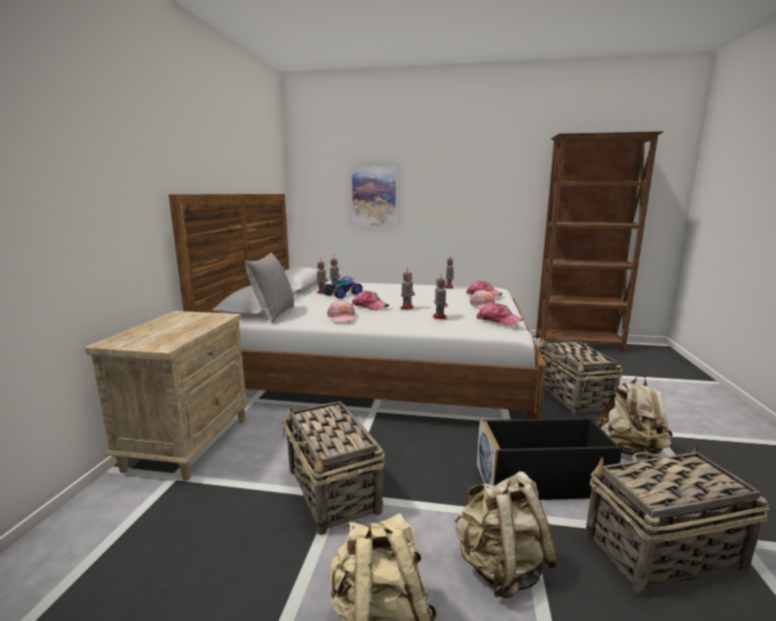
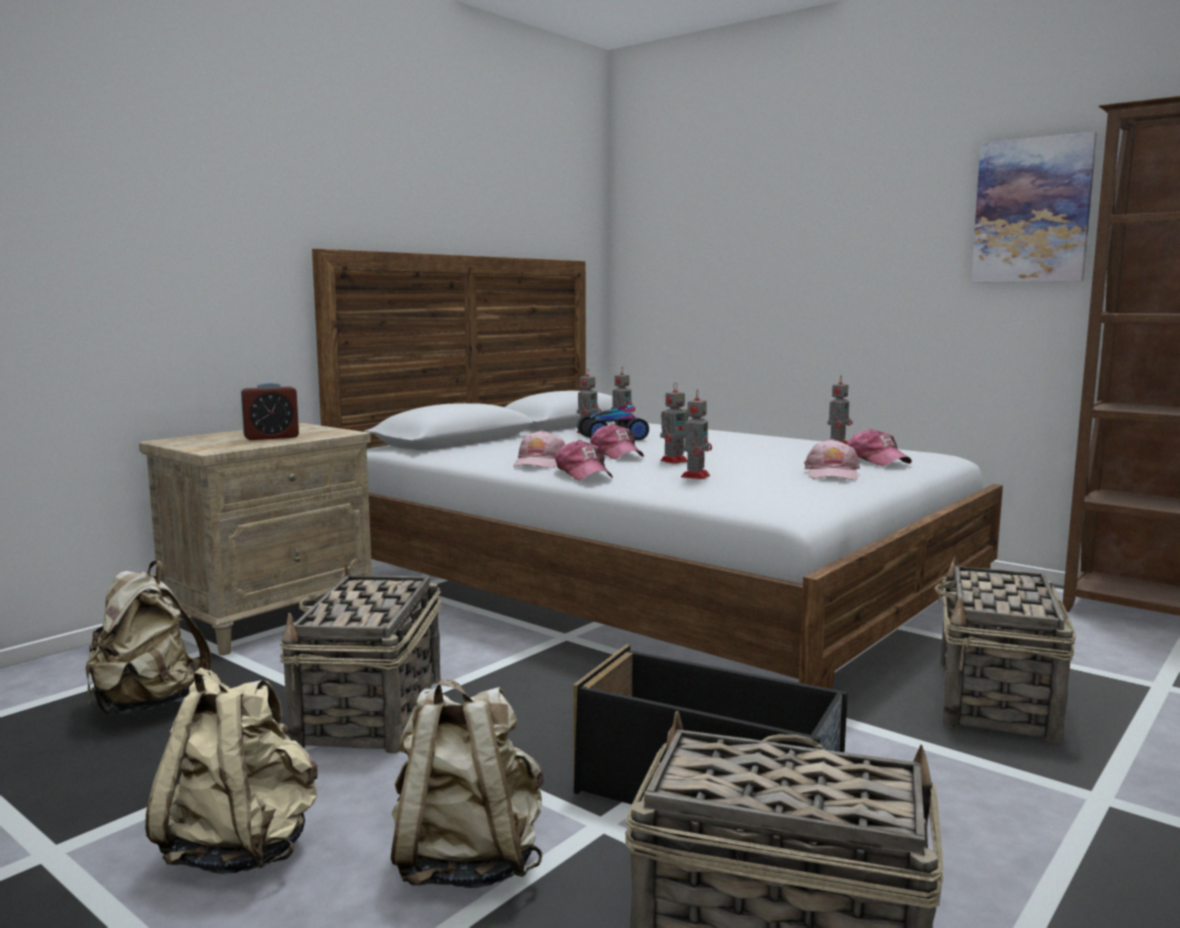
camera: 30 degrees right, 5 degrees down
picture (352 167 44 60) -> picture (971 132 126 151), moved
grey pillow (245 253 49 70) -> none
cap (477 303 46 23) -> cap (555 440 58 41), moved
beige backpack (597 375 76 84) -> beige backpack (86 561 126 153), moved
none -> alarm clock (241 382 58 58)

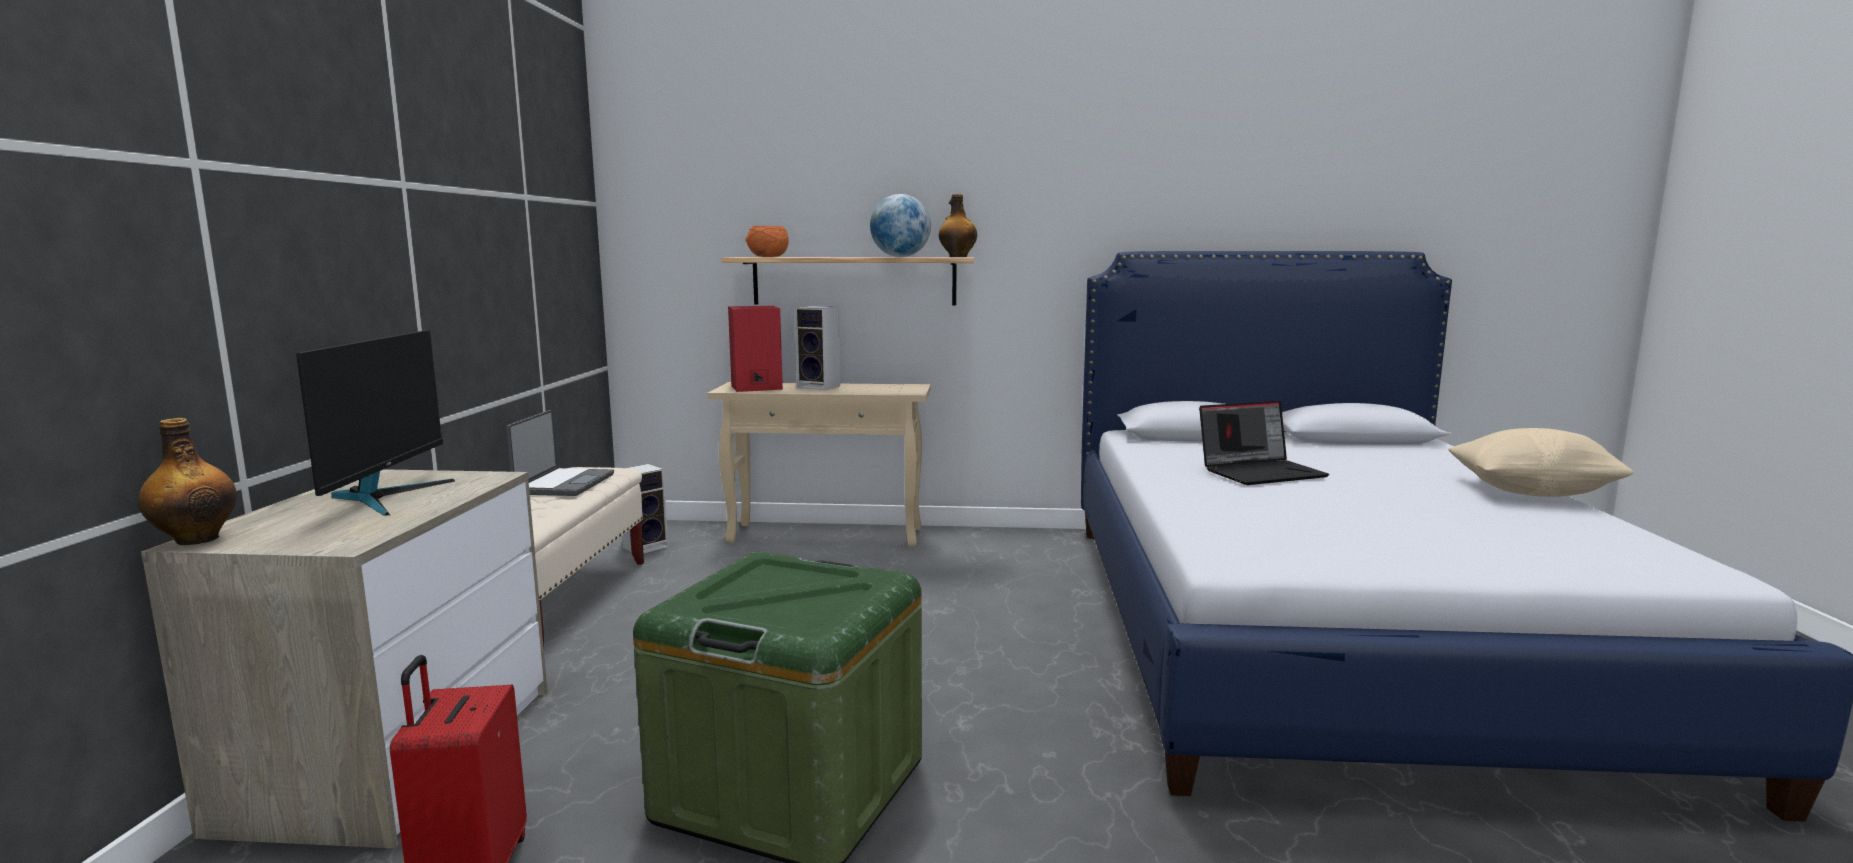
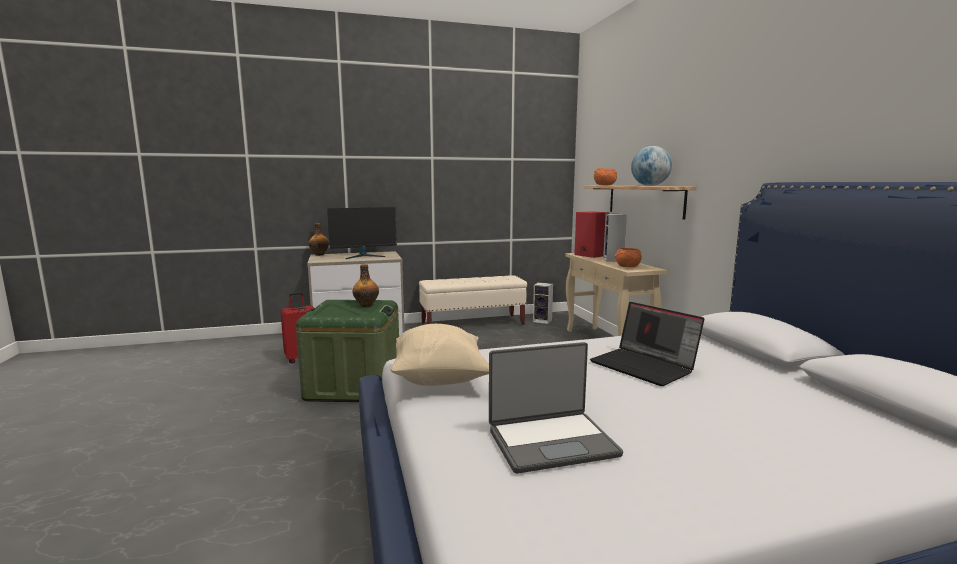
camera: 70 degrees right, 0 degrees up
bottle (939 194 38 63) -> bottle (352 264 27 43), moved
laptop (506 410 108 86) -> laptop (489 342 134 132), moved
beige pillow (1448 428 186 69) -> beige pillow (390 324 99 62), moved
none -> orange bowl (615 248 27 19)

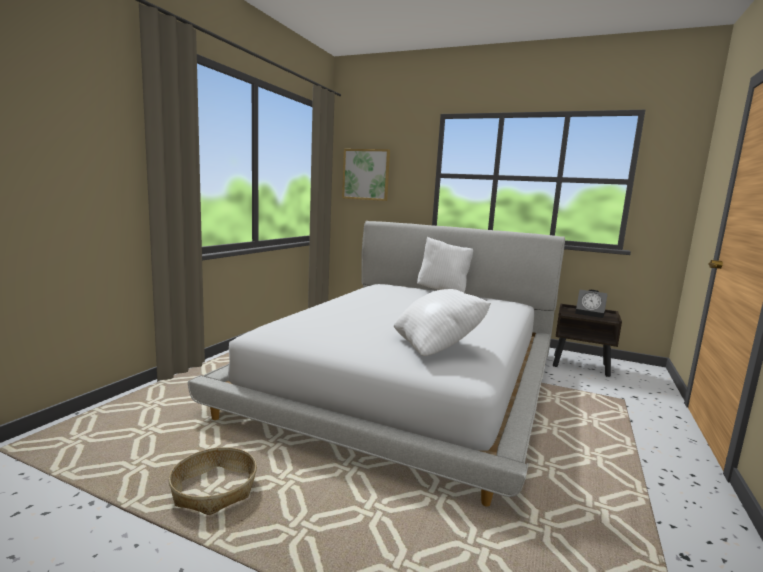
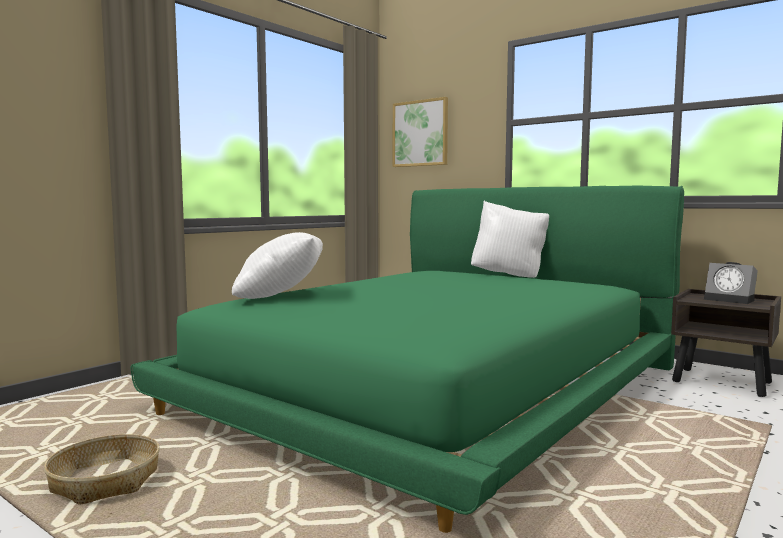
camera: 15 degrees right, 5 degrees down
white bed (188 221 377 286) -> green bed (130 185 554 348)
white pillow (394 289 97 67) -> white pillow (232 232 91 67), moved

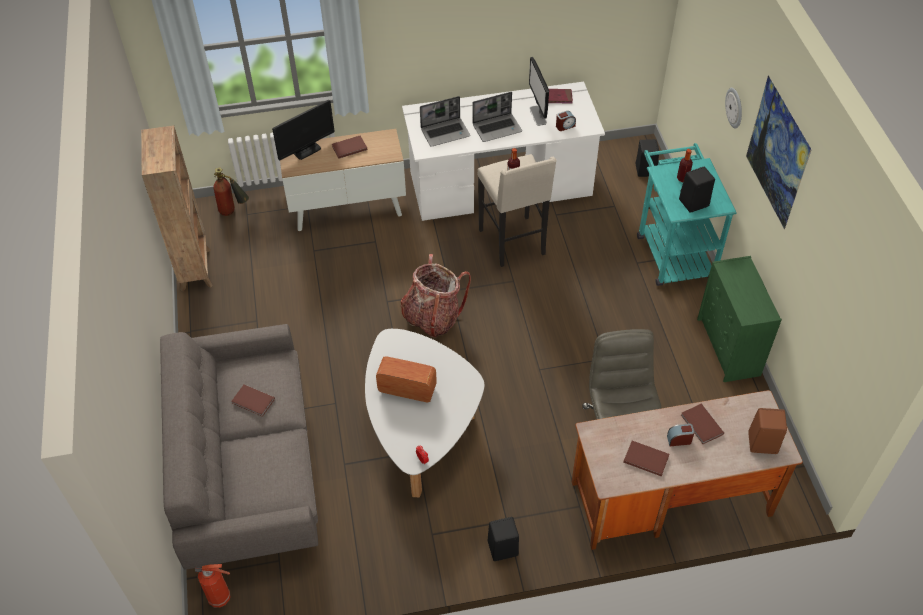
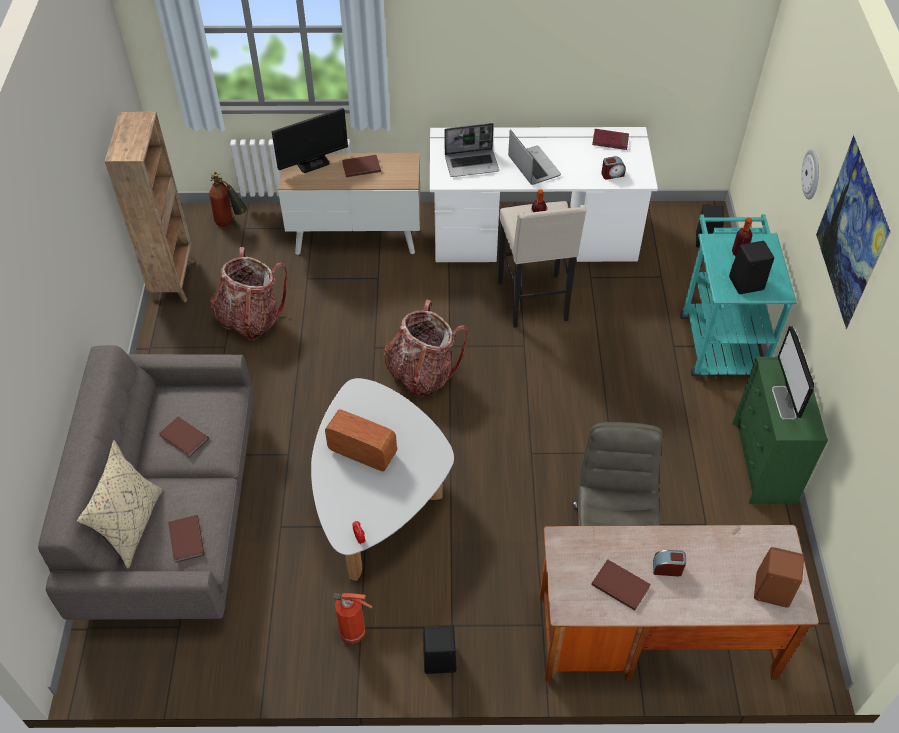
camera: 10 degrees right, 0 degrees up
monitor (529 57 20 69) -> monitor (772 326 42 94), moved
laptop (472 92 50 50) -> laptop (508 129 53 56), 105 degrees counterclockwise
brown book (681 404 43 40) -> brown book (168 515 36 48), moved
fire extinguisher (195 564 36 44) -> fire extinguisher (334 593 38 51), moved
none -> backpack (210 247 78 93)
none -> beige pillow (76 440 86 129)

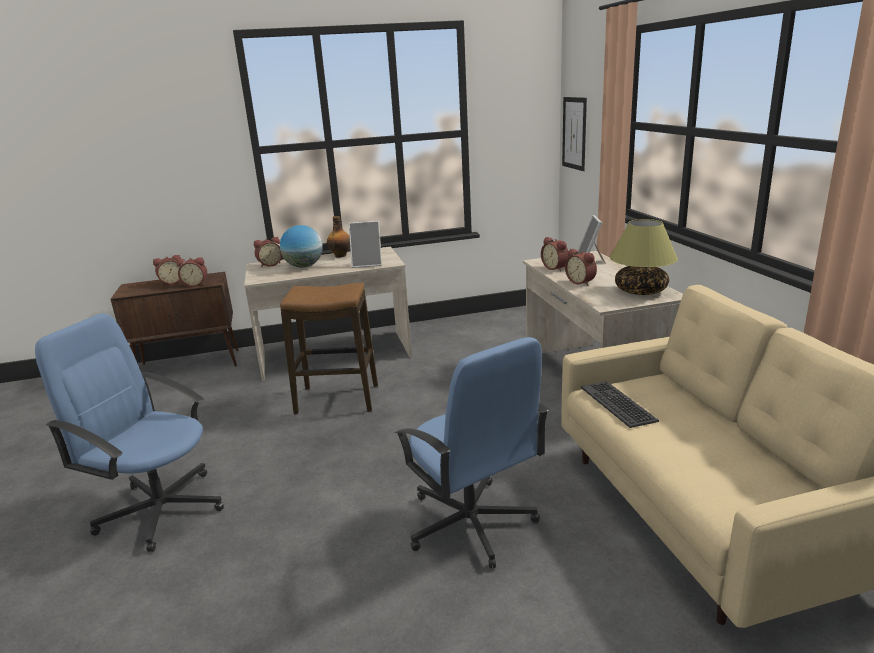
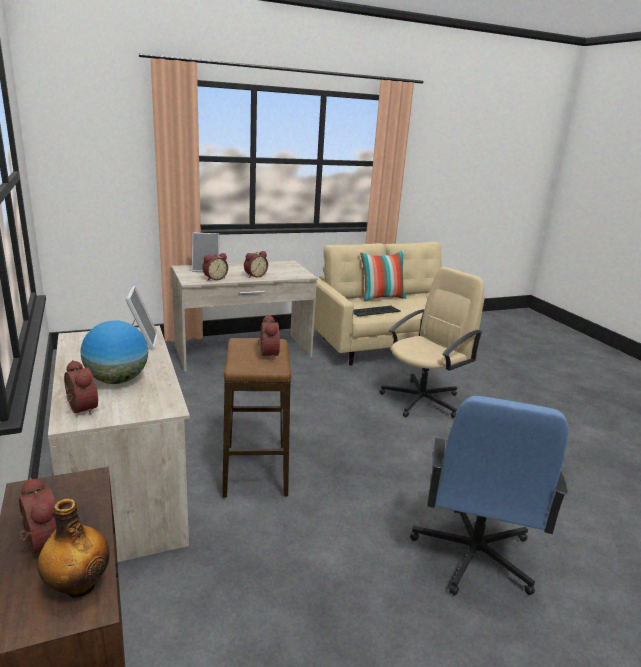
camera: 100 degrees left, 0 degrees up
picture (562 97 25 74) -> none
bottle (327 216 23 42) -> bottle (38 499 71 99), moved
table lamp (610 219 68 76) -> none
alarm clock (177 257 30 30) -> alarm clock (258 315 22 45), moved
blue office chair (395 337 154 231) -> beige office chair (379 267 105 151)
none -> pillow (360 250 47 51)

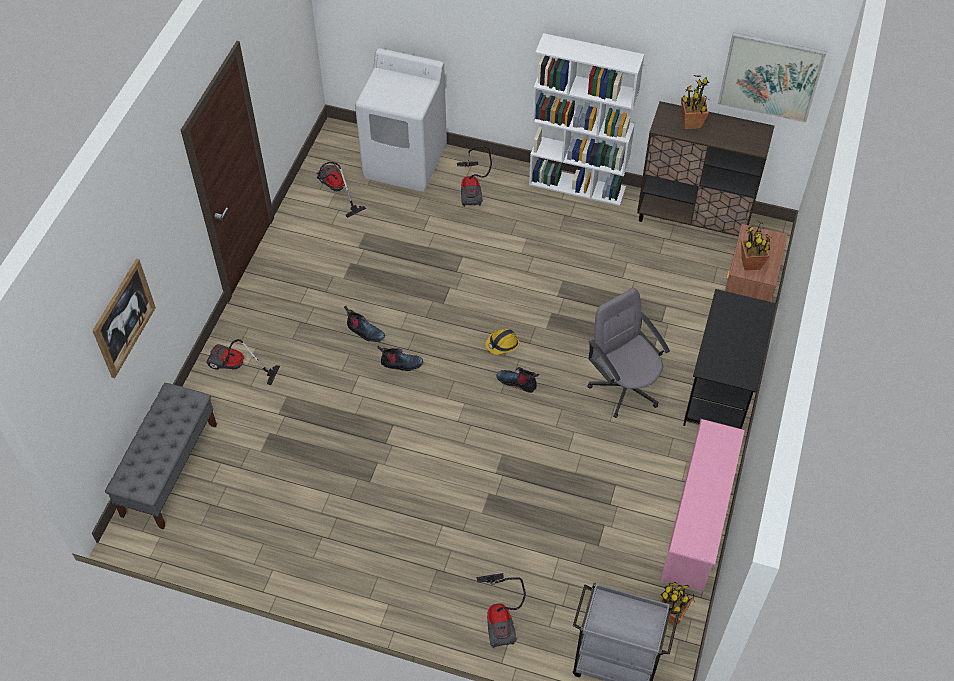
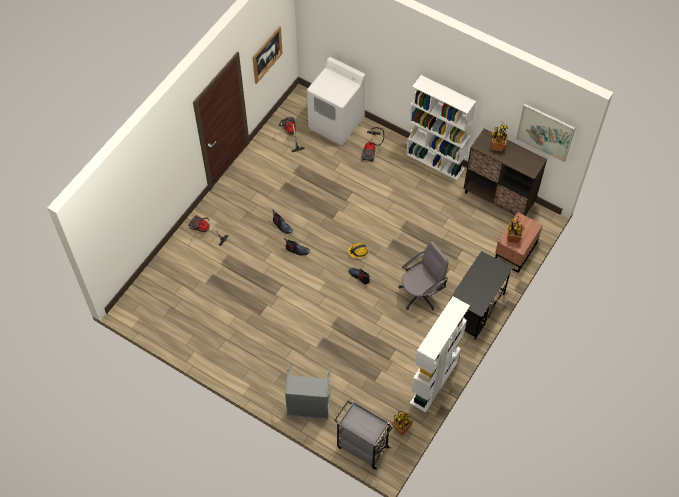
camera: 15 degrees right, 5 degrees up
picture (92 258 64 120) -> picture (252 26 31 58), moved
grey office chair (587 288 83 130) -> grey office chair (398 241 50 69), 75 degrees clockwise
grey bench (105 383 112 147) -> none
pink shoe rack (660 419 85 172) -> white bookcase (410 297 60 116)
vacuum cleaner (477 573 49 75) -> grey laundry basket (285 362 46 57)

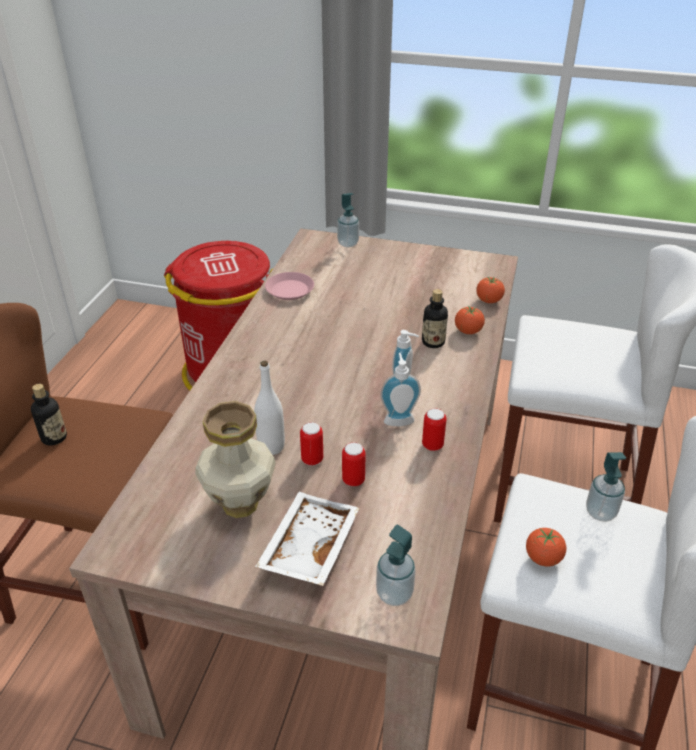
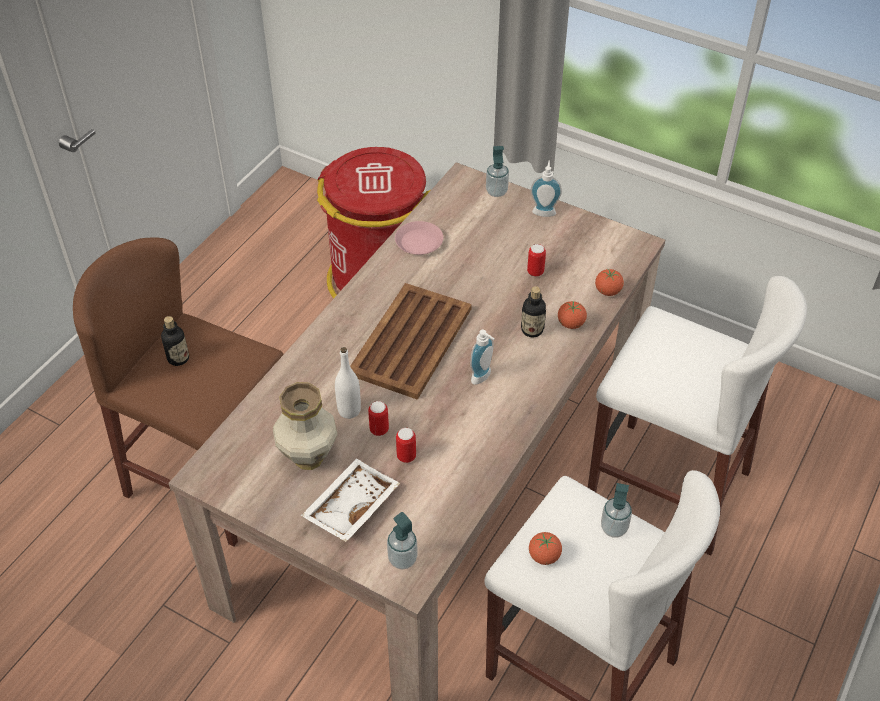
camera: 15 degrees right, 10 degrees up
soap dispenser (380 353 41 73) -> soap dispenser (531 160 31 57), moved
can (422 409 24 42) -> can (527 244 19 33), moved
none -> brown tray (350 283 122 117)

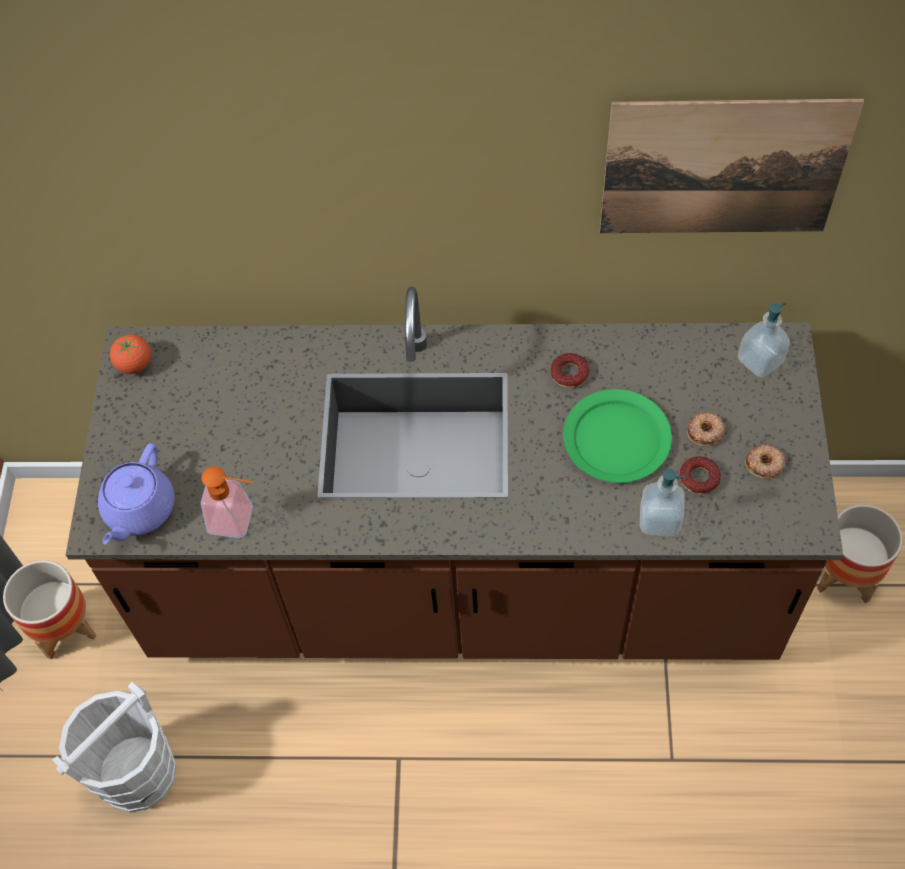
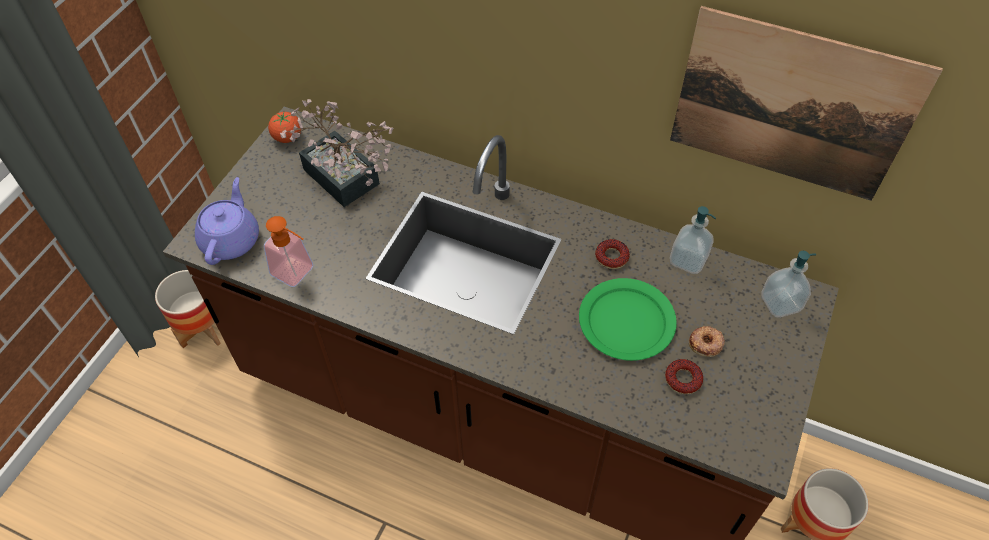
camera: 20 degrees right, 5 degrees down
purple teapot (98 443 77 101) -> purple teapot (195 177 64 88), 150 degrees clockwise
donut (745 445 41 34) -> none
soap dispenser (640 469 46 68) -> soap dispenser (670 206 46 68), moved
white bucket (52 682 124 130) -> none
none -> potted plant (280 99 114 108)

